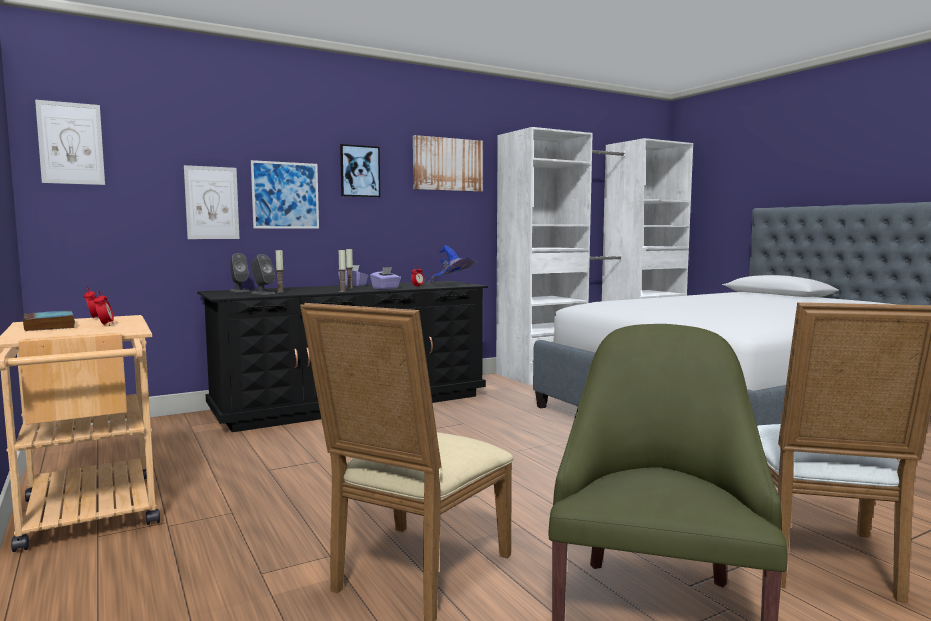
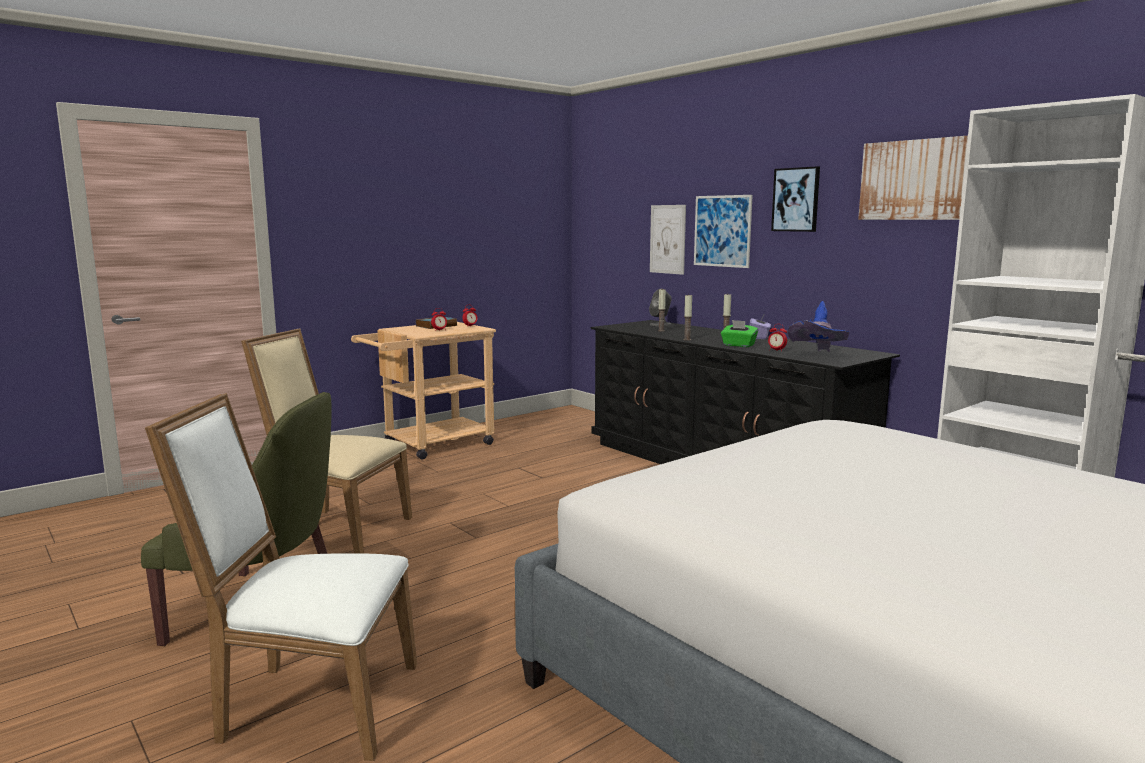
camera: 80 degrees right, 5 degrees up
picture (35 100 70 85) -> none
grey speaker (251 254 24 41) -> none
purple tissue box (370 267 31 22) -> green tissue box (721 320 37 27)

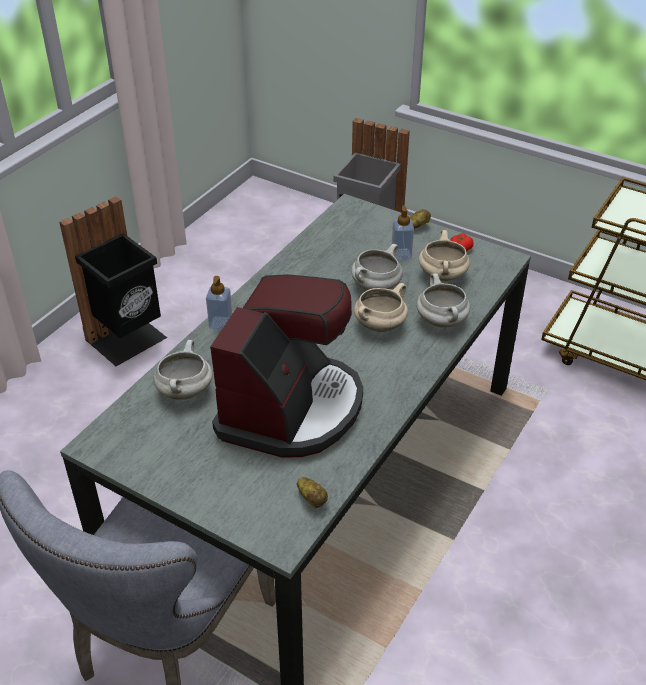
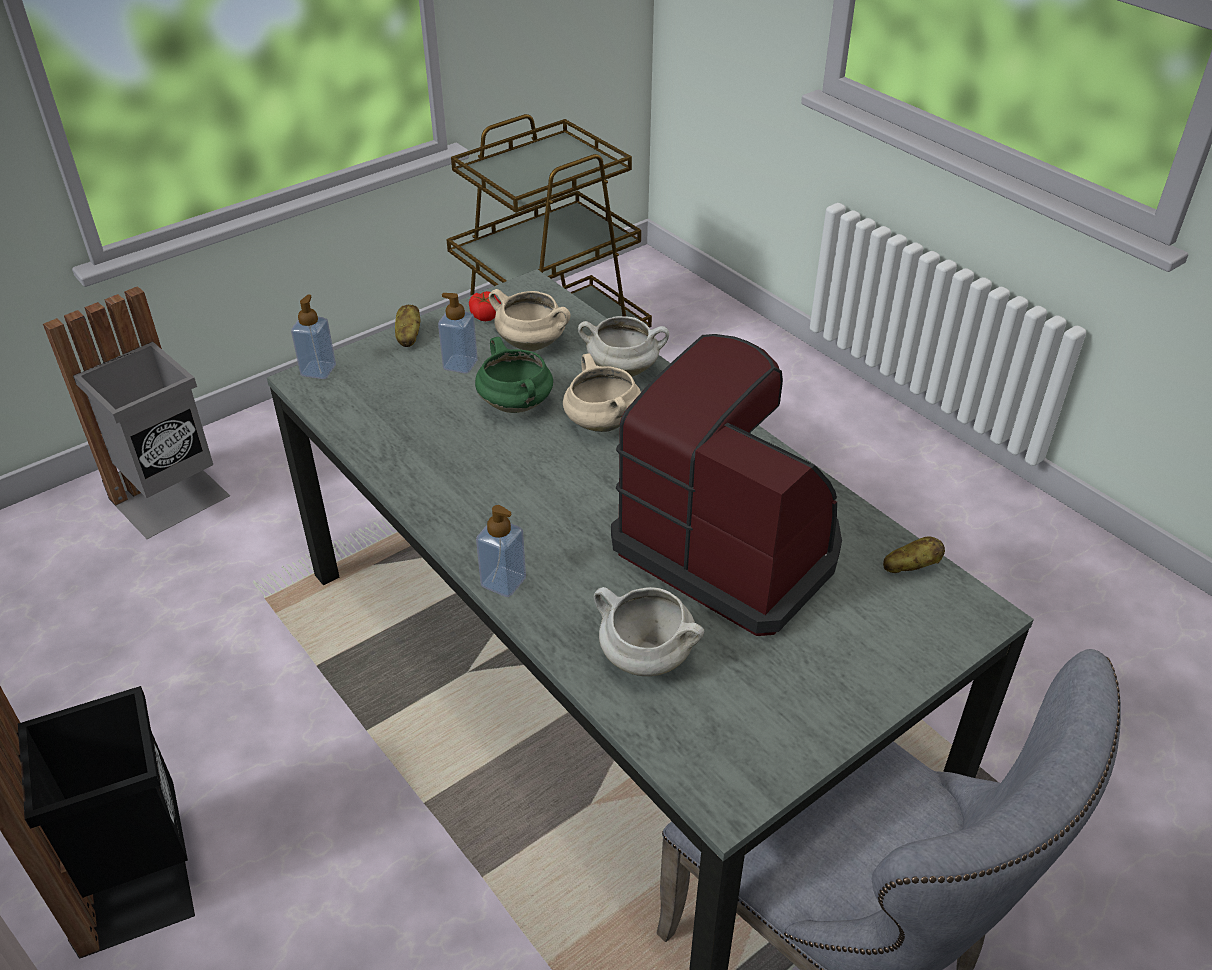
camera: 70 degrees left, 0 degrees up
white cooking pot (351 244 52 46) -> green cooking pot (475 337 78 76)
none -> soap dispenser (291 295 45 84)

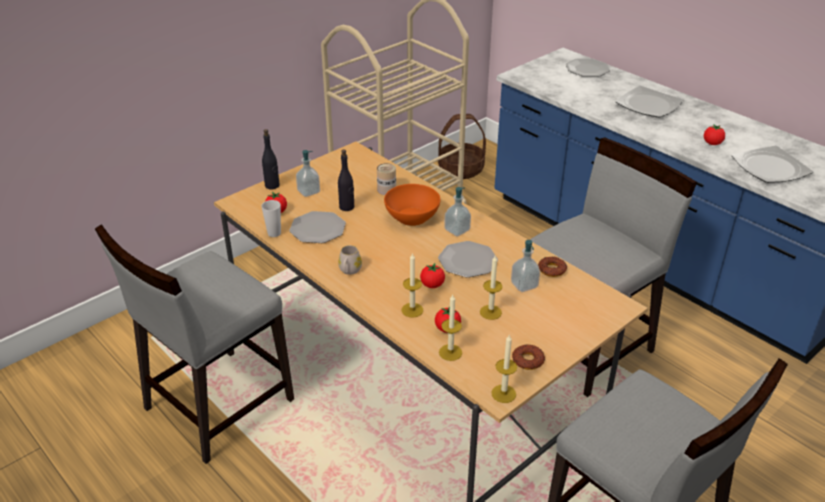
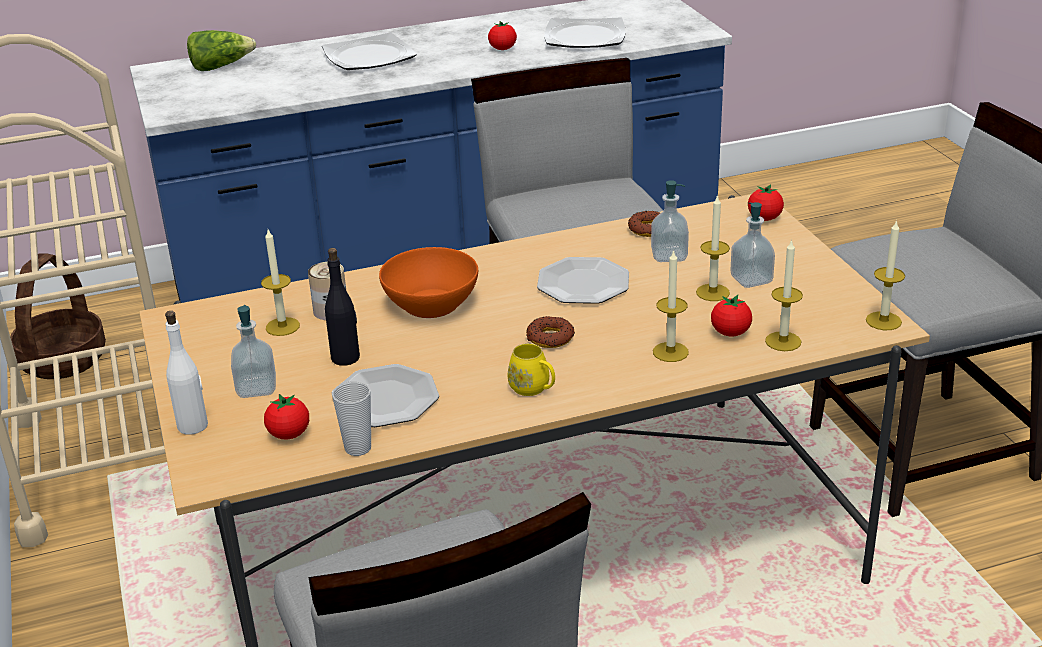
camera: 65 degrees left, 5 degrees down
plate (566 58 44 19) -> lettuce (187 30 69 41)
black bottle (262 129 18 60) -> white bottle (165 311 43 124)
soap dispenser (444 187 27 50) -> soap dispenser (731 202 44 86), moved
white mug (338 245 24 30) -> yellow mug (508 343 47 53)
tomato (420 263 25 25) -> tomato (748 184 36 37), moved
donut (512 344 33 26) -> donut (526 316 49 32), moved
none -> candle (261 230 39 106)

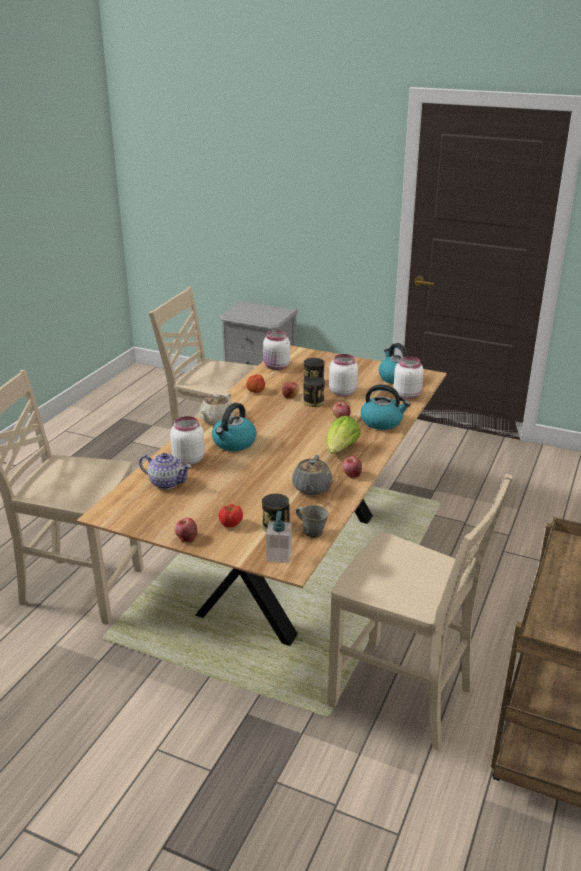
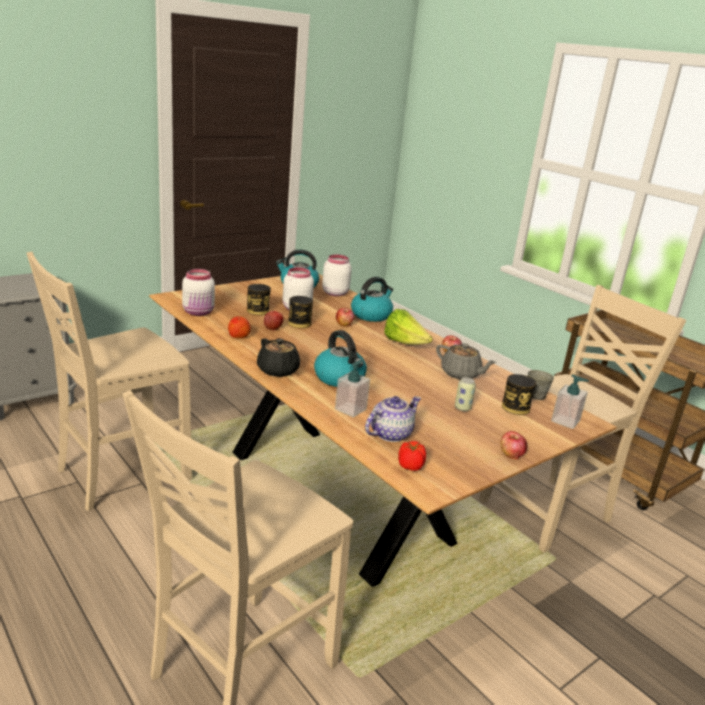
camera: 65 degrees left, 5 degrees down
beige teapot (200 393 35 32) -> black teapot (257 338 44 39)
white jar (170 416 35 49) -> soap dispenser (335 360 35 57)
tomato (218 504 25 23) -> tomato (398 441 28 30), moved
none -> can (455 377 21 34)

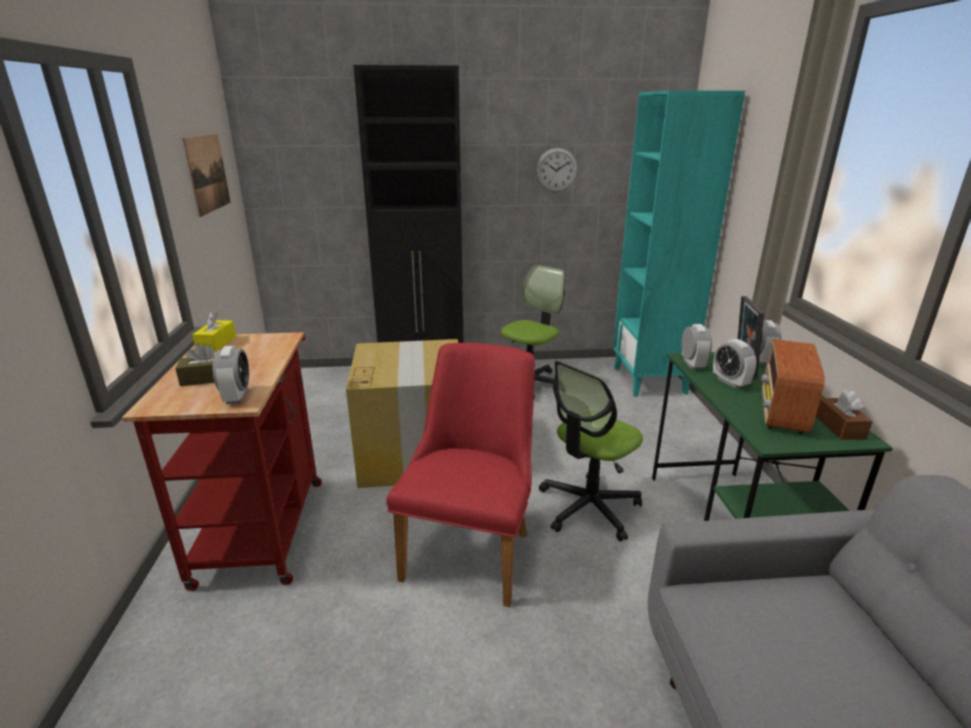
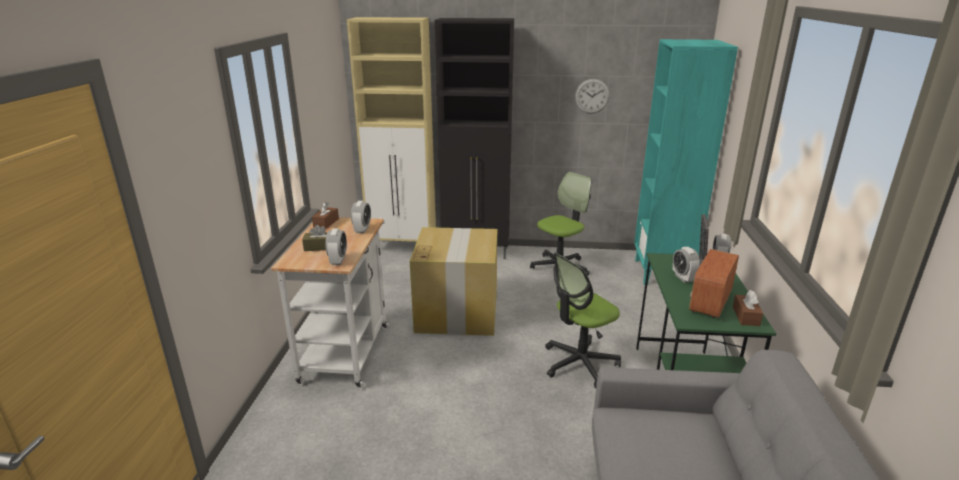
camera: 10 degrees right, 0 degrees up
picture (183 134 48 83) -> none
yellow tissue box (192 311 44 40) -> brown tissue box (312 202 27 27)
alarm clock (682 324 30 46) -> alarm clock (351 201 20 32), moved
red cart (122 332 200 259) -> white cart (271 217 118 172)
red chair (386 343 149 264) -> none
none -> beige cabinet (347 17 89 225)

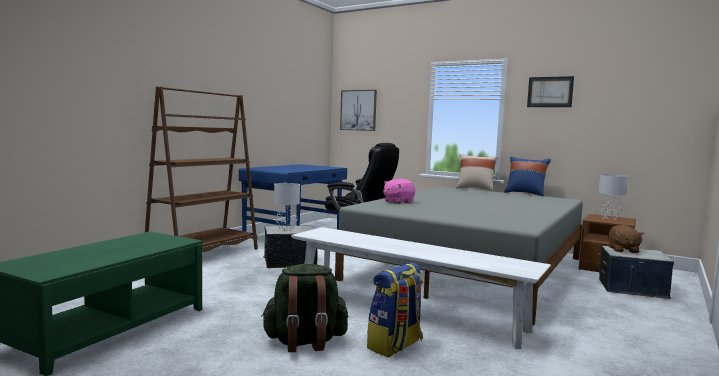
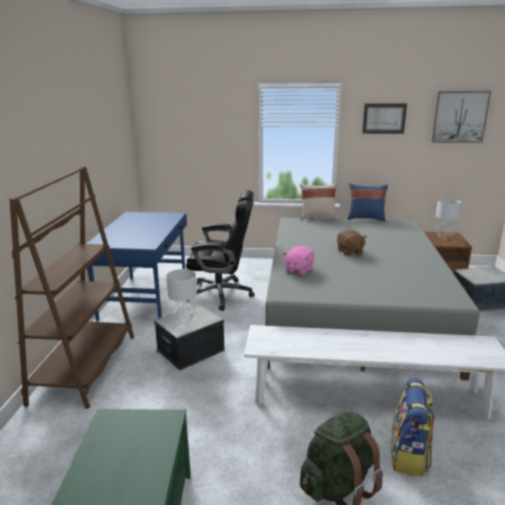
camera: 25 degrees left, 15 degrees up
picture (340 90 37 41) -> picture (431 91 60 52), moved
brown plush toy (608 225 36 28) -> brown plush toy (337 229 30 27), moved

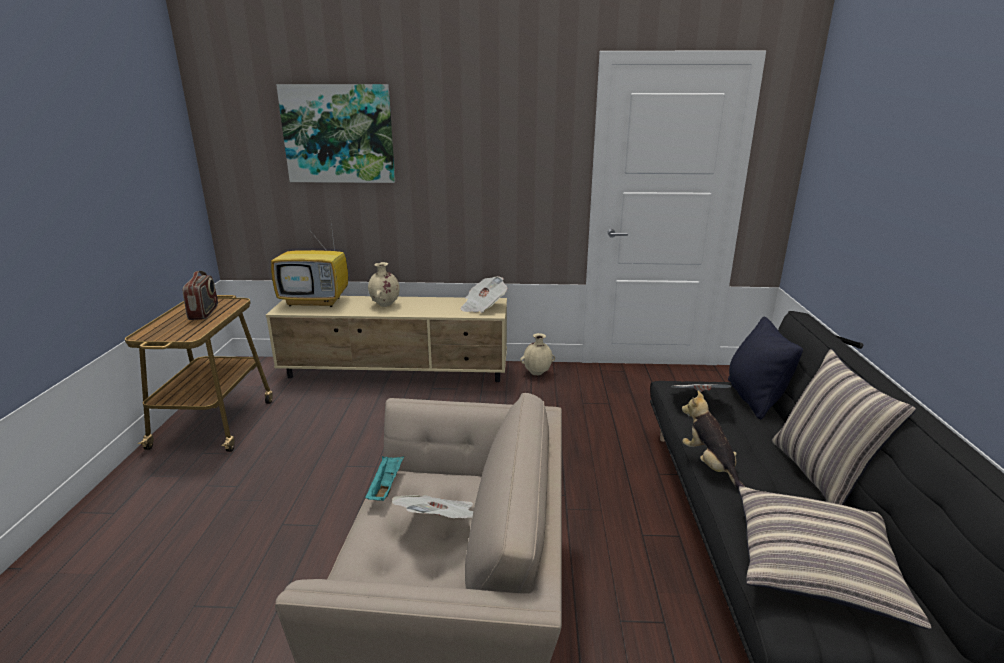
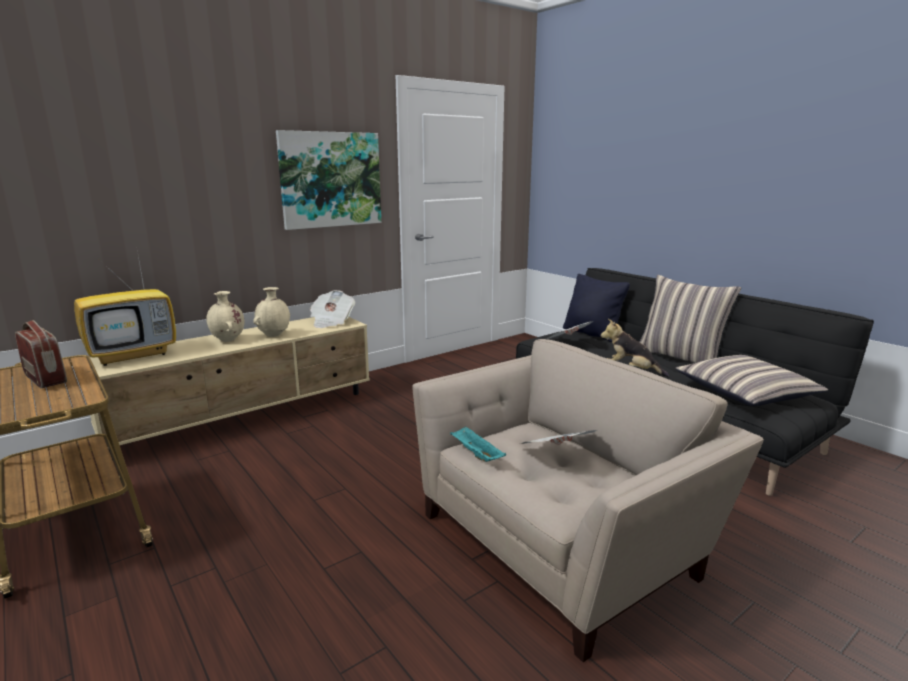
camera: 40 degrees left, 5 degrees down
picture (276 84 119 99) -> picture (276 130 105 100), moved
beige vase (520 333 35 42) -> beige vase (253 287 37 50), moved

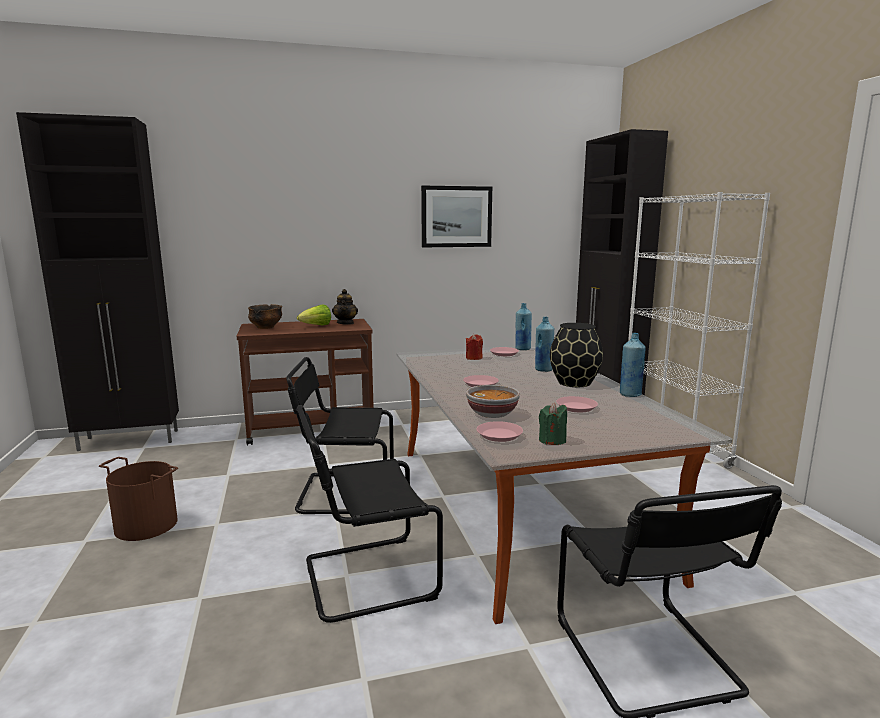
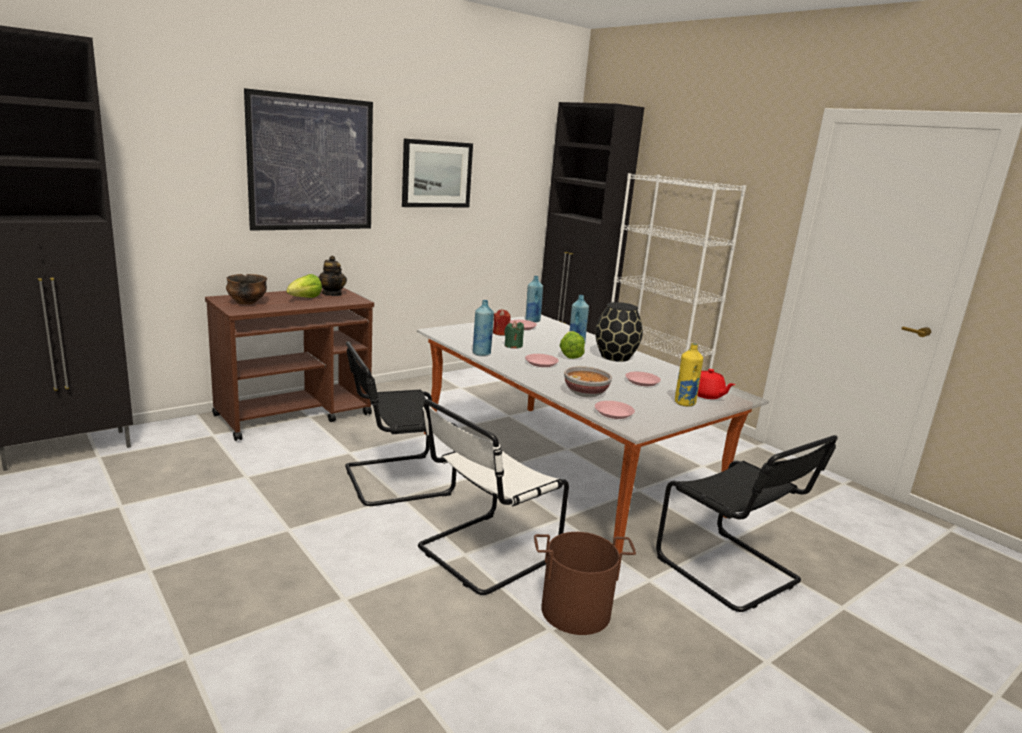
camera: 25 degrees left, 5 degrees up
blue bottle (620 333 26 64) -> blue bottle (473 300 21 56), moved
green candle (539 403 28 42) -> green candle (504 321 20 27), moved
black chair (297 405 146 218) -> white chair (418 399 151 196)
brown bucket (99 457 79 84) -> brown bucket (534 532 102 103), moved
none -> picture (244 88 129 143)
none -> lettuce (559 331 26 28)
none -> yellow bottle (675 343 28 63)
none -> red teapot (697 369 38 30)

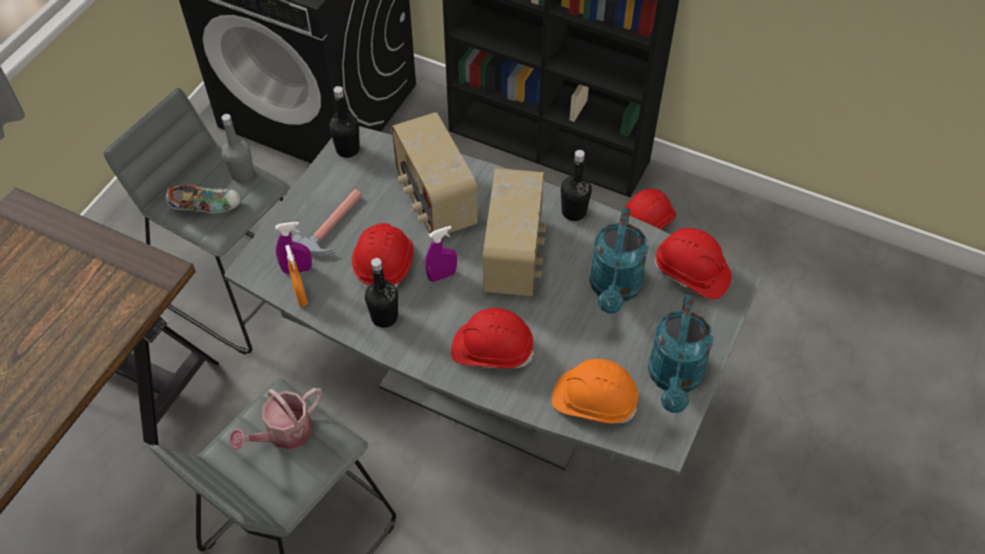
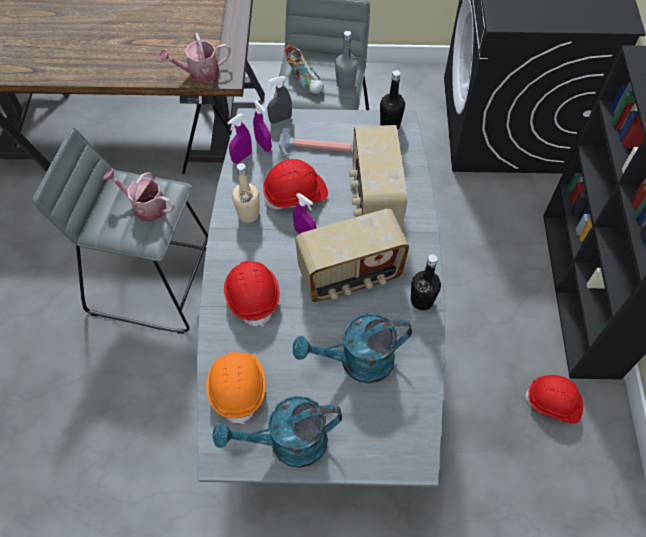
camera: 65 degrees right, 5 degrees up
radio (391 112 87 122) -> radio (349 125 58 104), 45 degrees counterclockwise
red hard hat (655 228 76 72) -> none
orange spray bottle (285 245 23 61) -> purple spray bottle (227 114 25 50)
black bottle (365 258 33 70) -> beige bottle (232 163 27 60)
none -> watering can (159 33 72 49)
none -> grey spray bottle (267 76 25 48)

